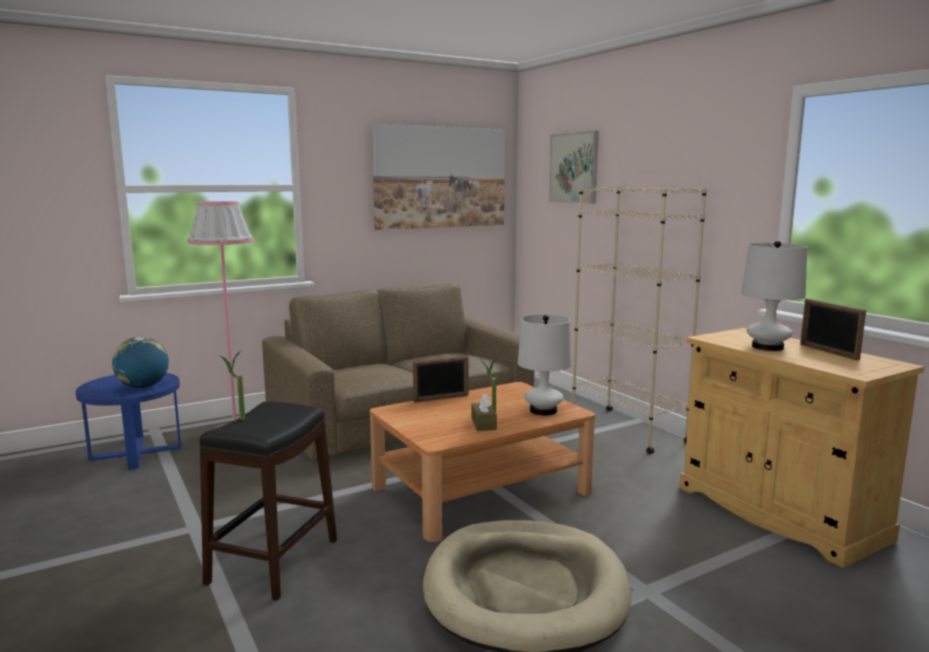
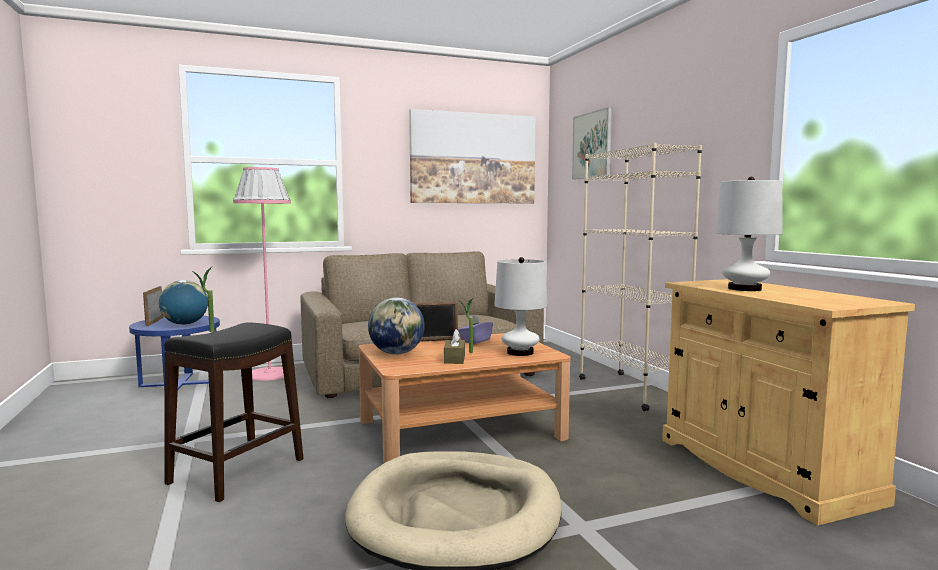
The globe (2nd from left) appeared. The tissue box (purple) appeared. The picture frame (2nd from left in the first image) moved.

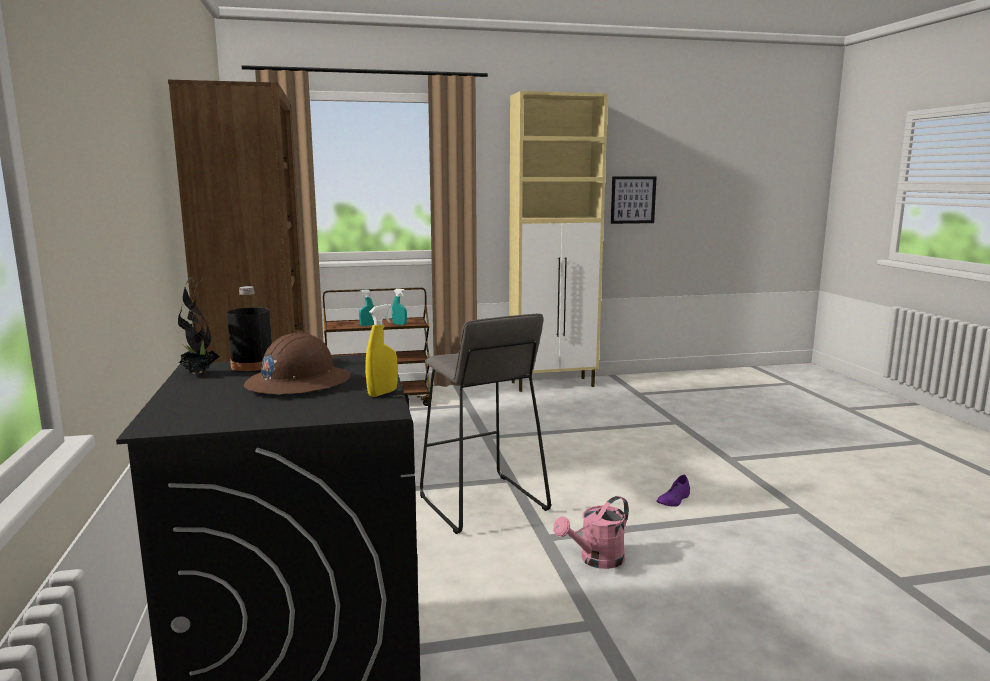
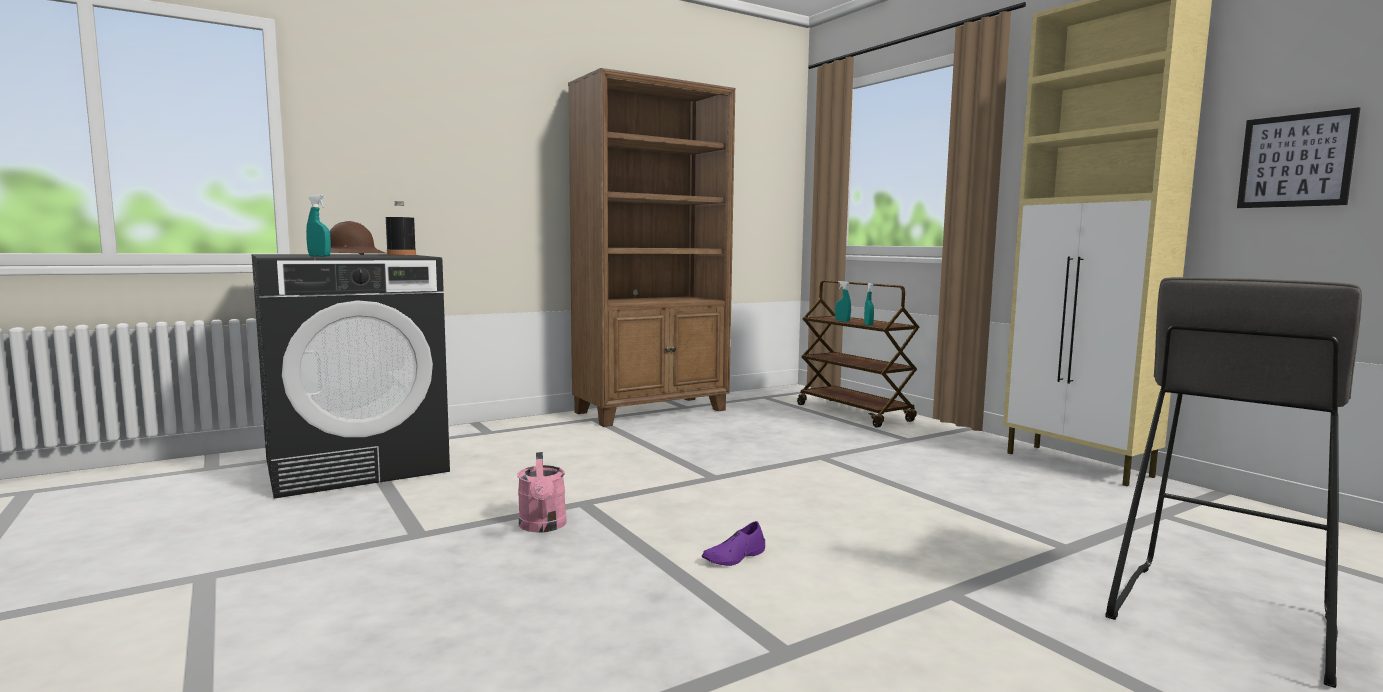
The potted plant disappeared. The stool (grey) moved. The spray bottle (yellow) became the spray bottle (turquoise) (1st from left). The watering can (pink) turned 135 degrees counterclockwise. The shoe (purple) turned 60 degrees counterclockwise.

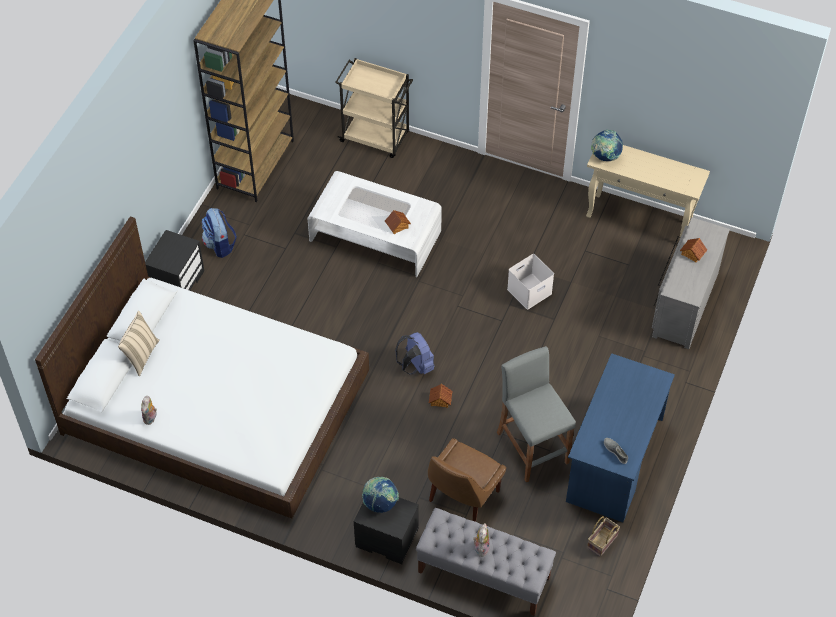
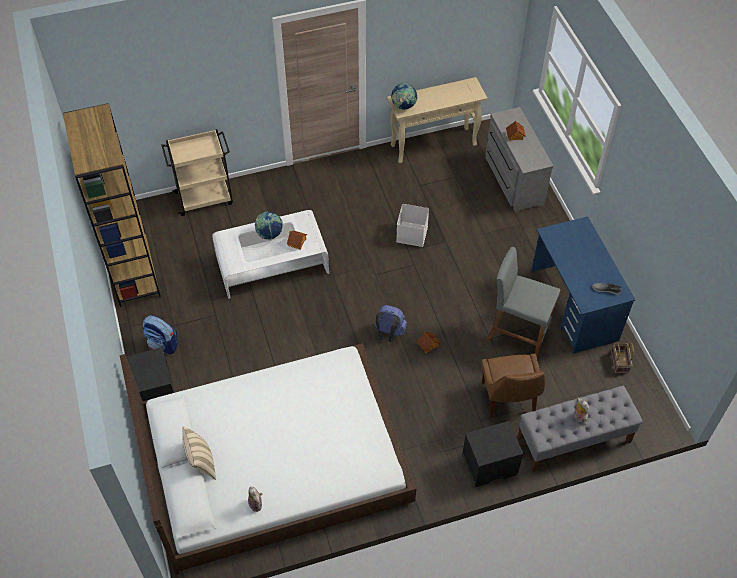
The globe (1st from left) moved.

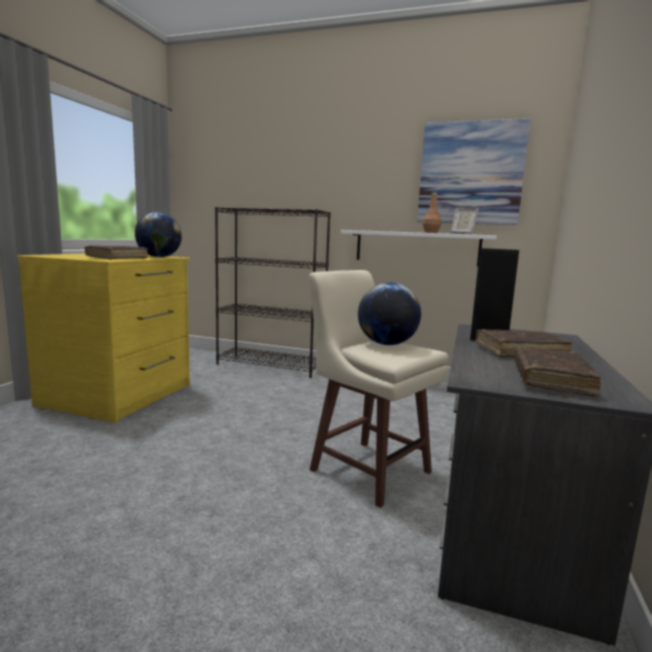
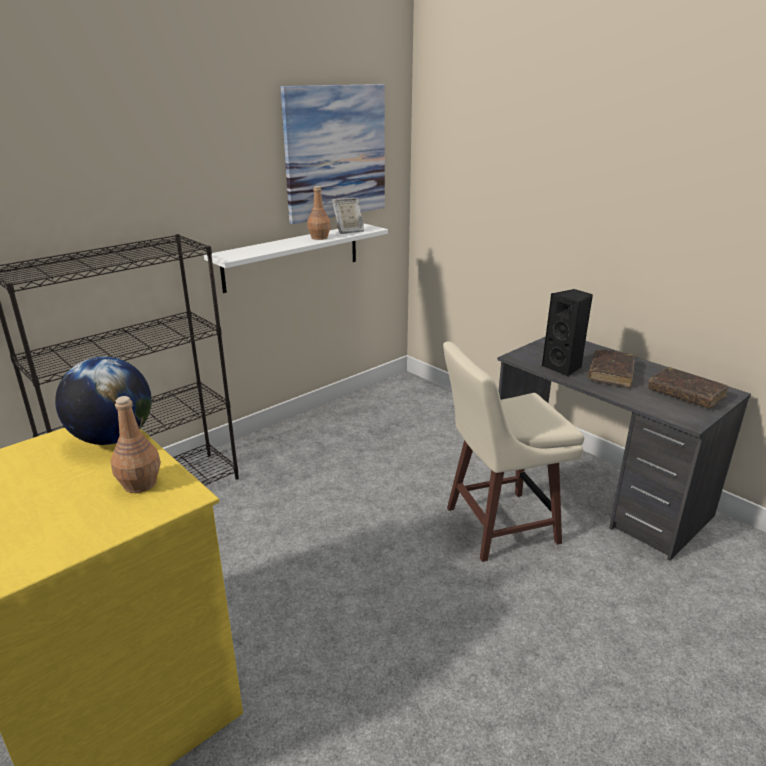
The globe (2nd from left) disappeared. The book (brown) (1st from left) was replaced by the bottle (brown) (1st from left).

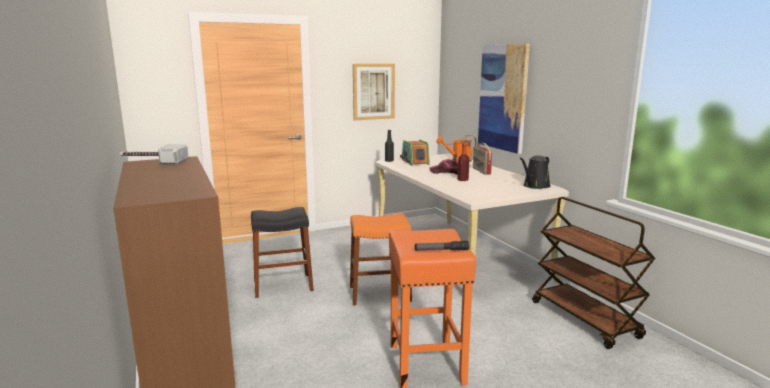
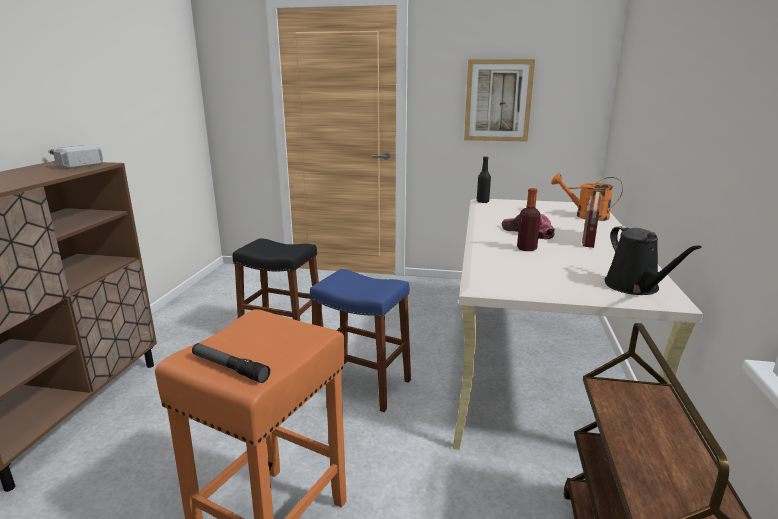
The radio (1st from left) disappeared. The picture (2nd from left) disappeared. The stool (orange) (1st from left) became the stool (blue). The watering can (black) turned 90 degrees counterclockwise.

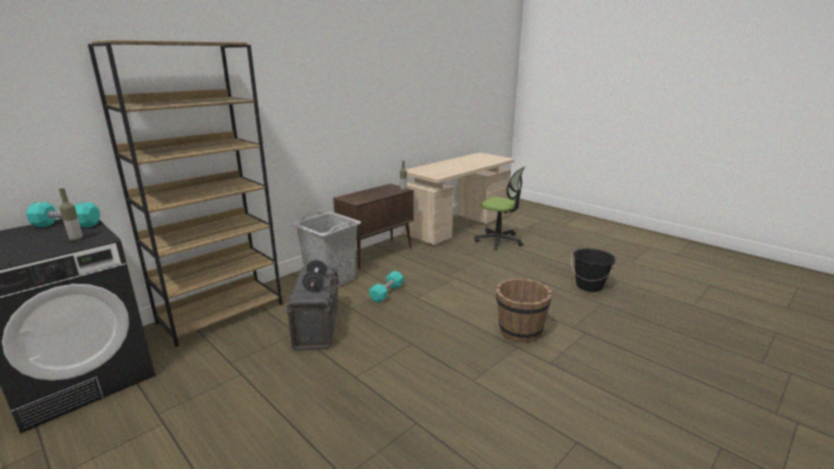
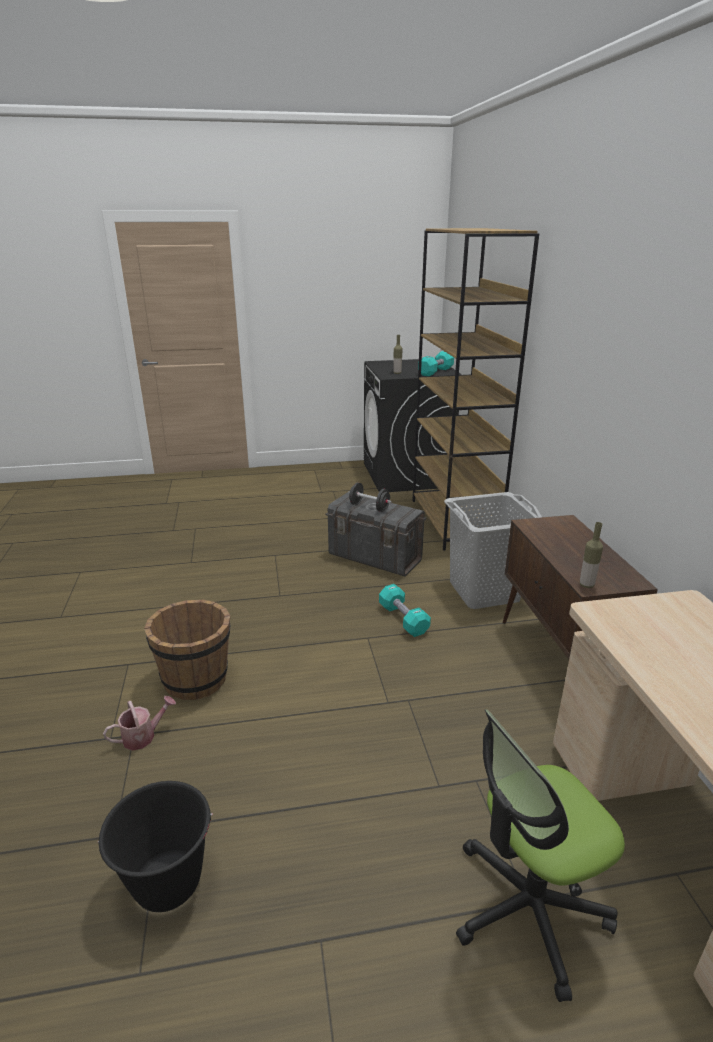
The watering can appeared.

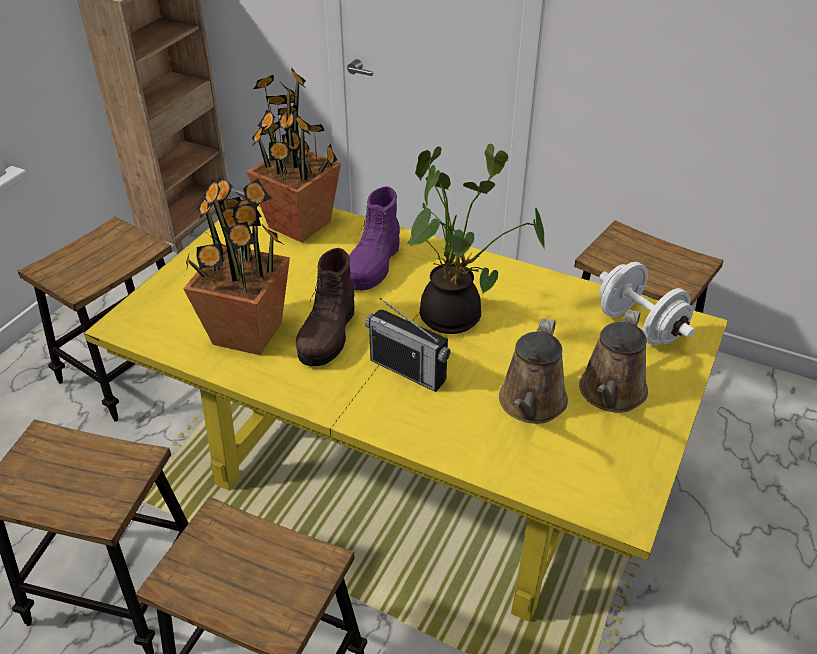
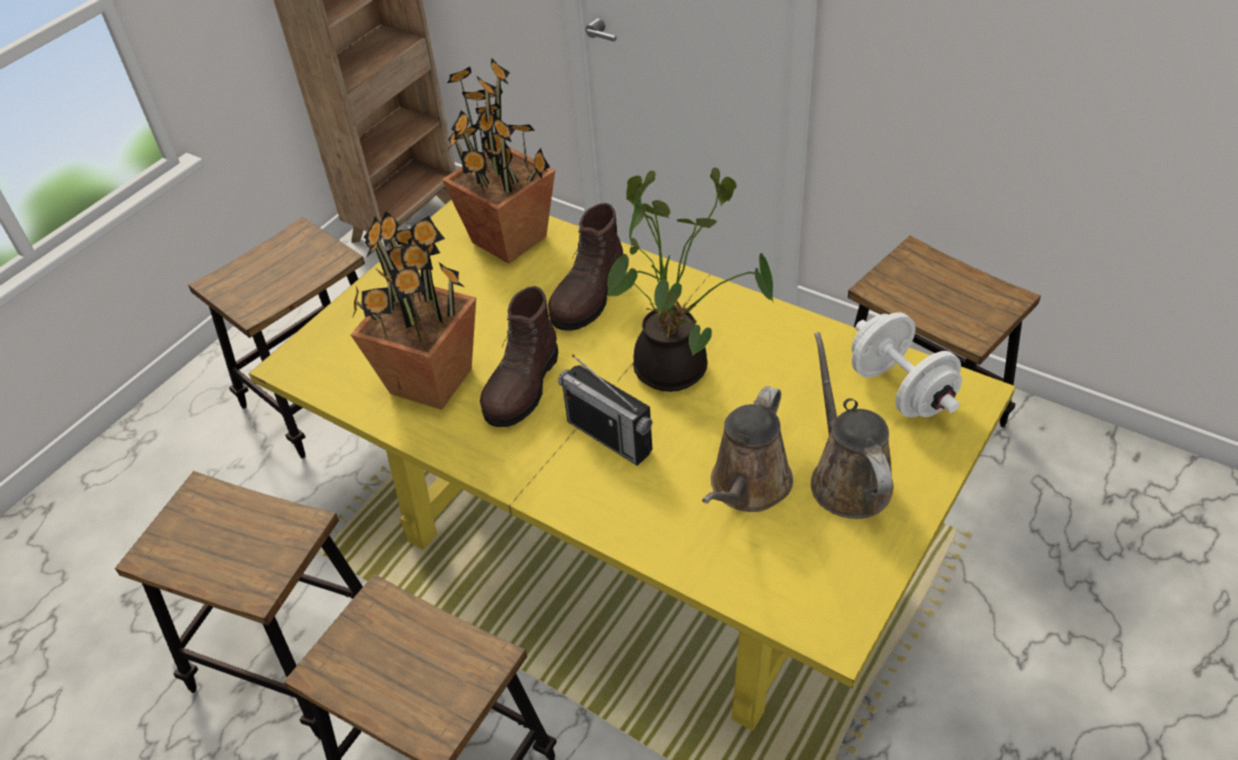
The boot (purple) became the boot (brown) (2nd from left). The watering can (brown) (2nd from left) turned 135 degrees clockwise.

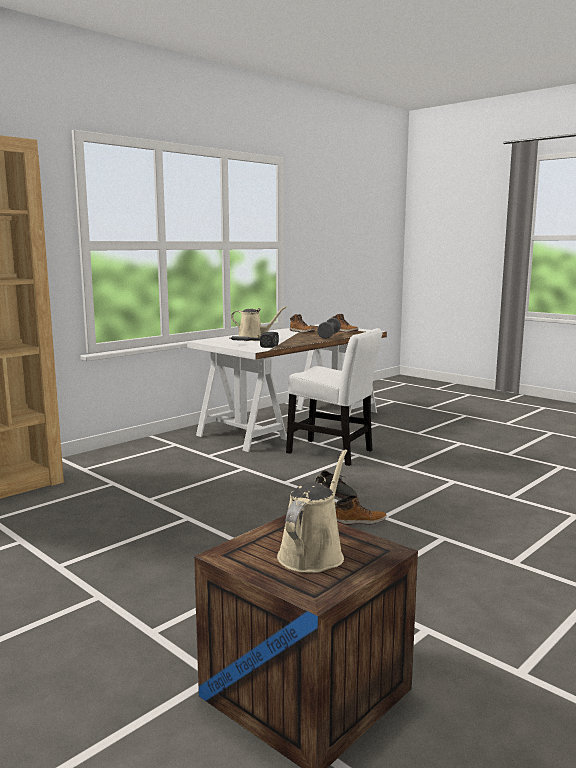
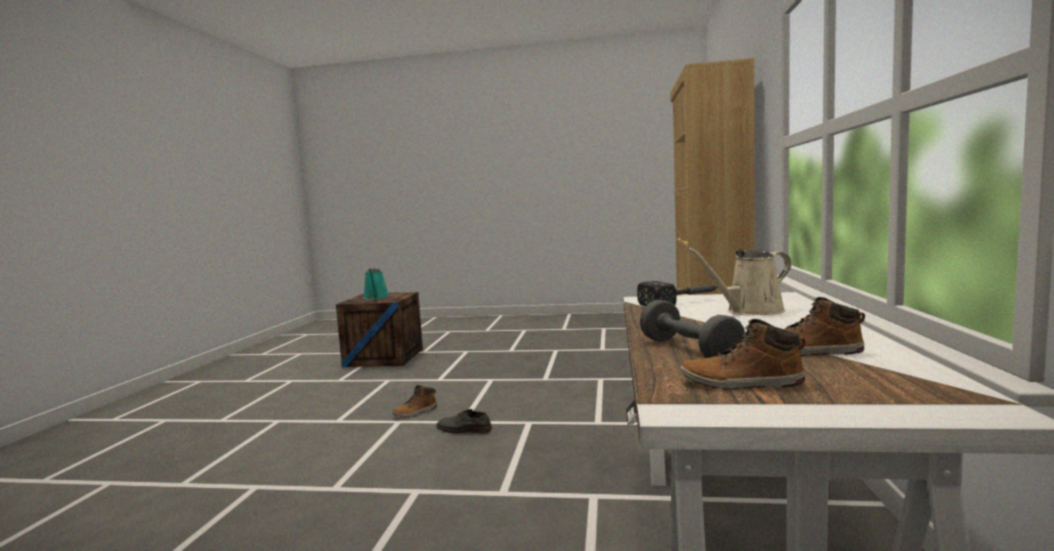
The chair (white) disappeared. The watering can (beige) (2nd from left) became the watering can (turquoise).

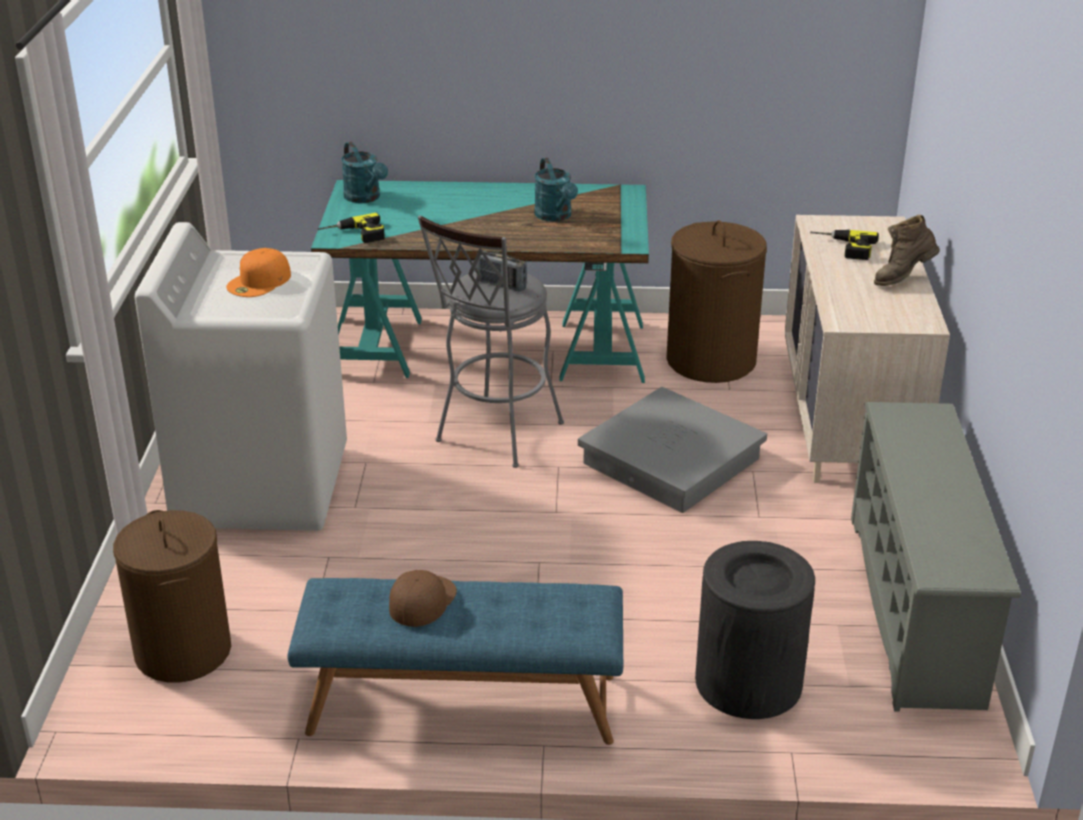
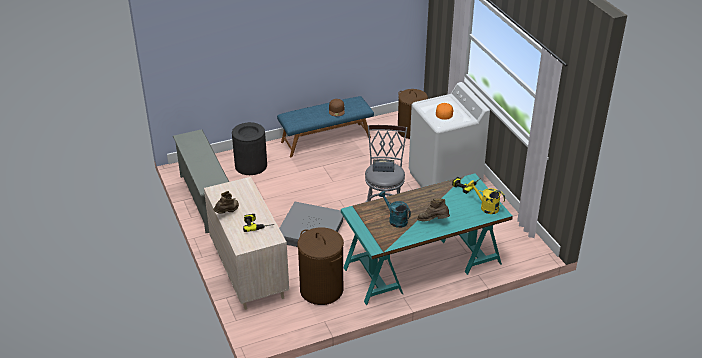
The boot (brown) (2nd from left) appeared. The watering can (turquoise) (1st from left) became the watering can (yellow).

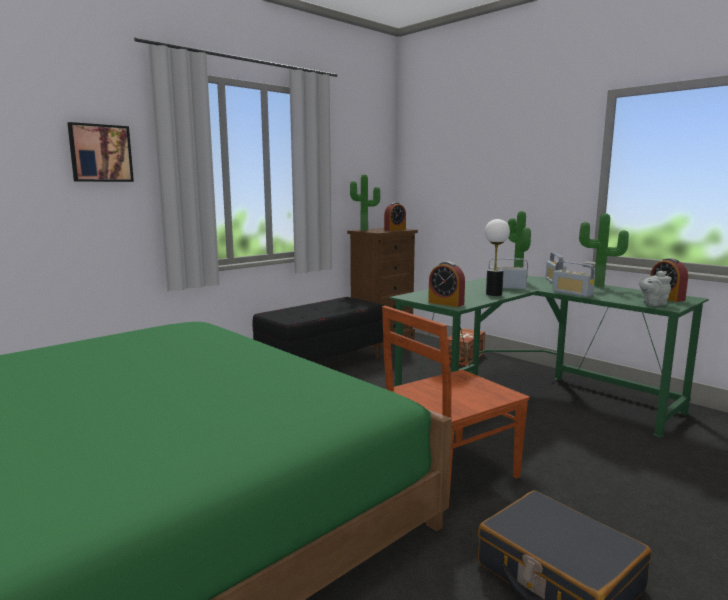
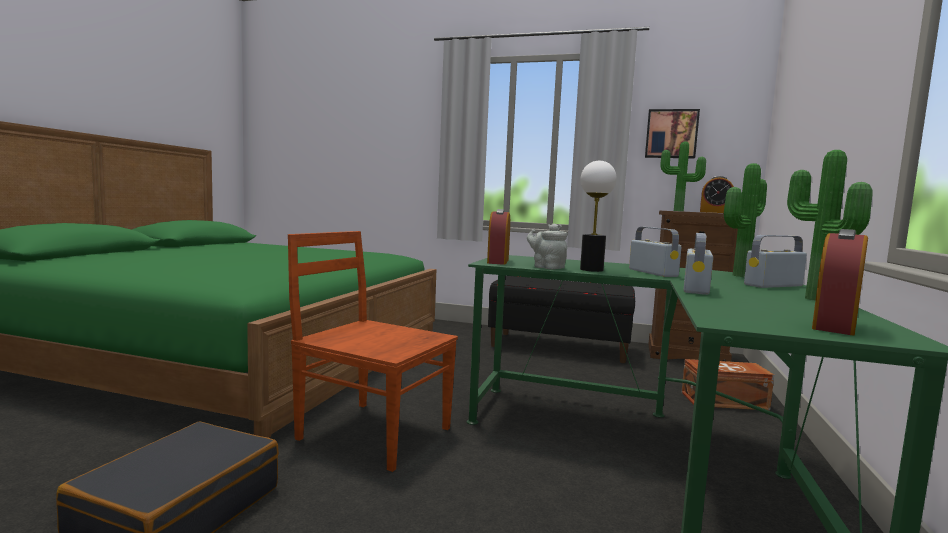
The picture moved. The teapot (grey) moved.

